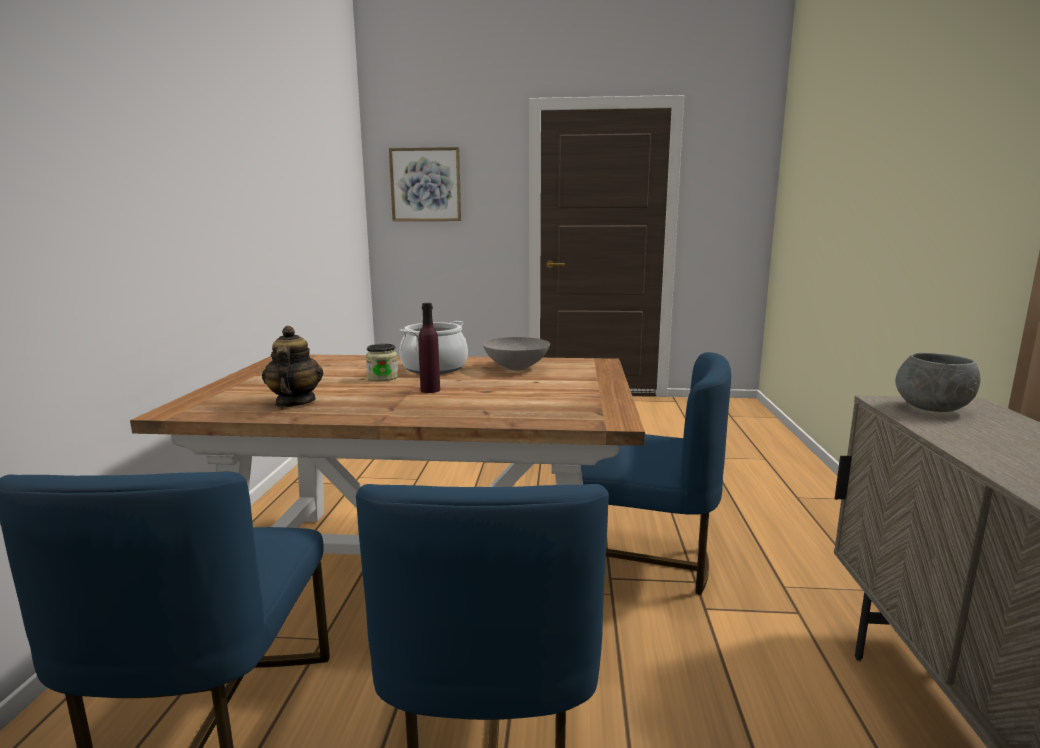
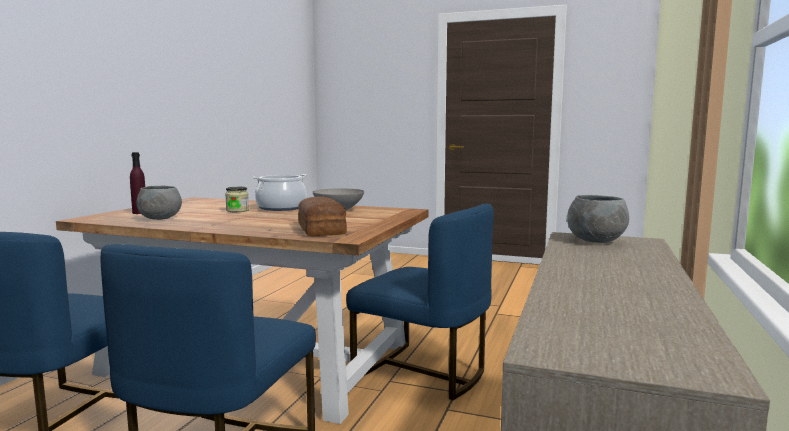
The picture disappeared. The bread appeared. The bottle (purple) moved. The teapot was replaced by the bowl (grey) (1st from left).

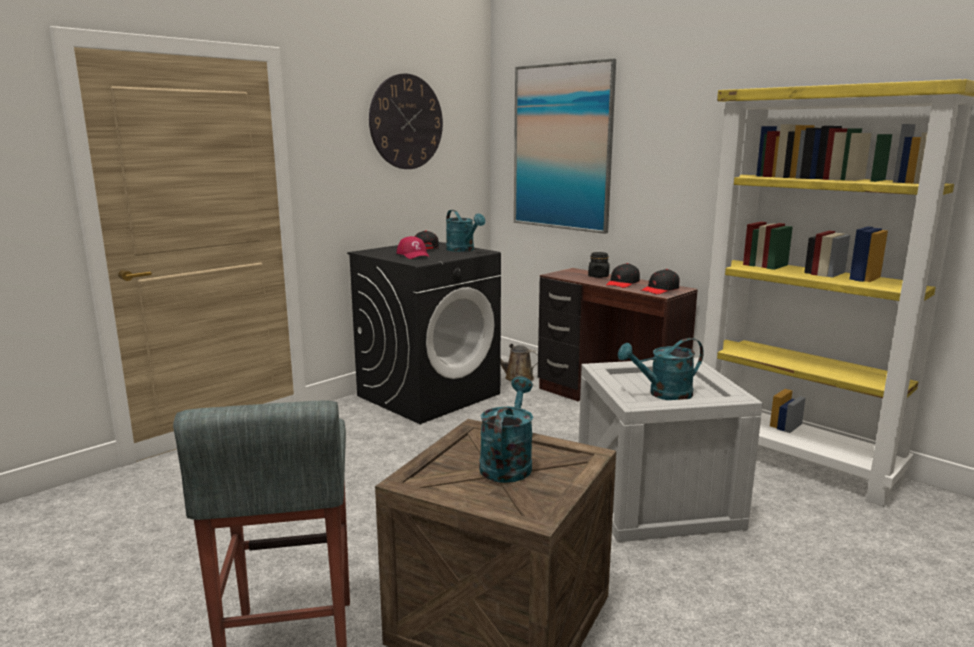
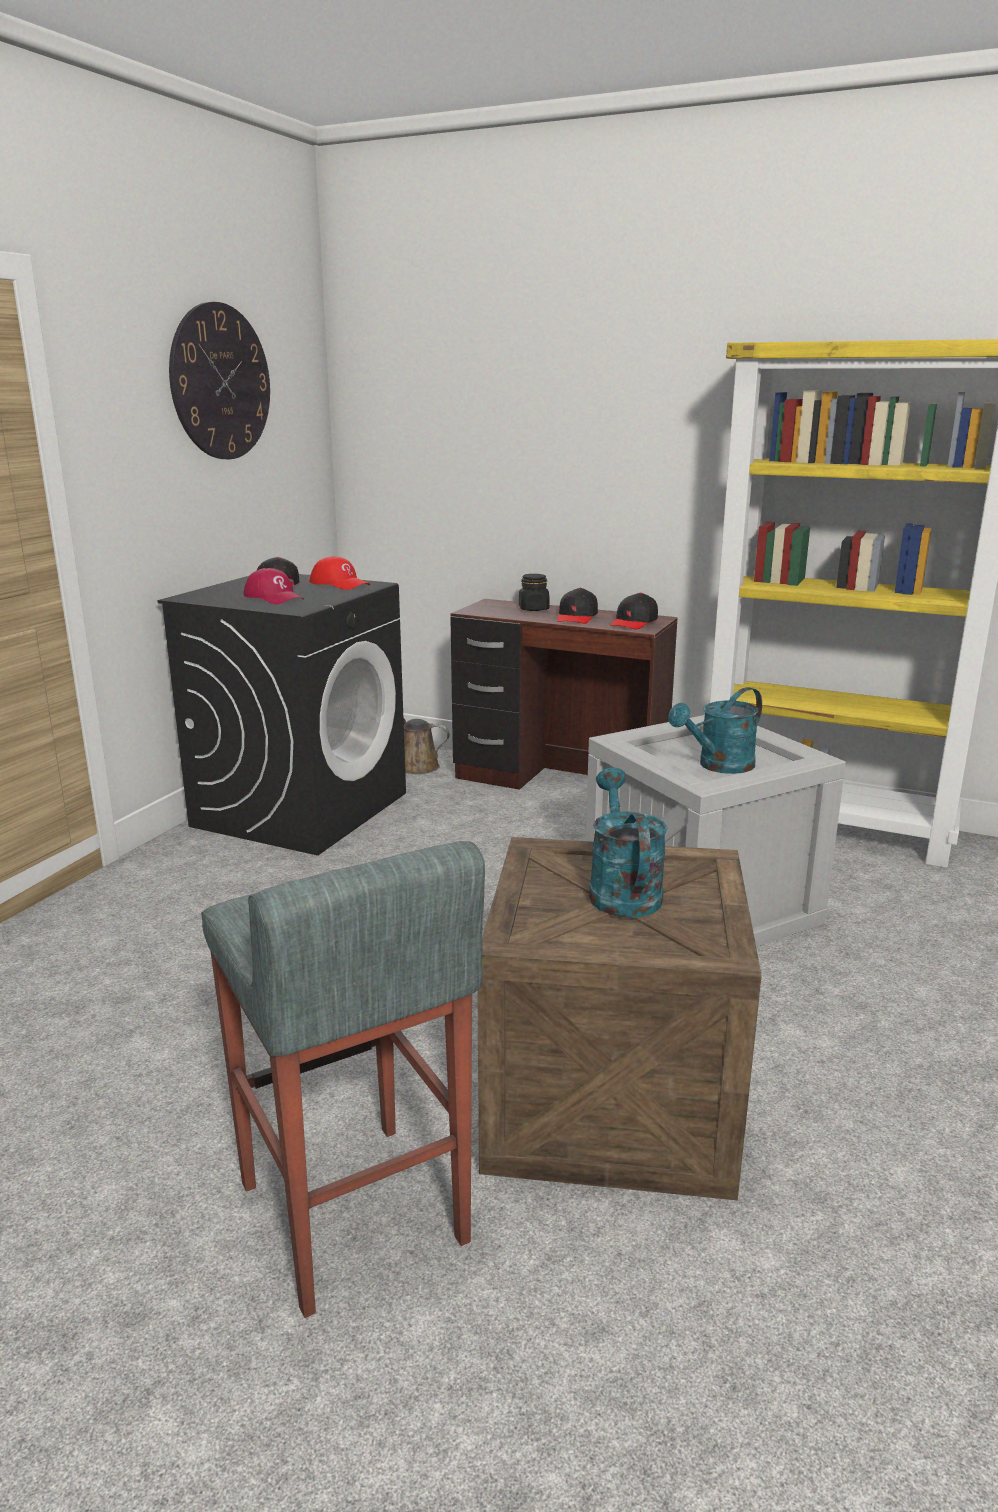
The picture disappeared. The watering can (turquoise) (1st from left) was replaced by the cap (red) (2nd from left).

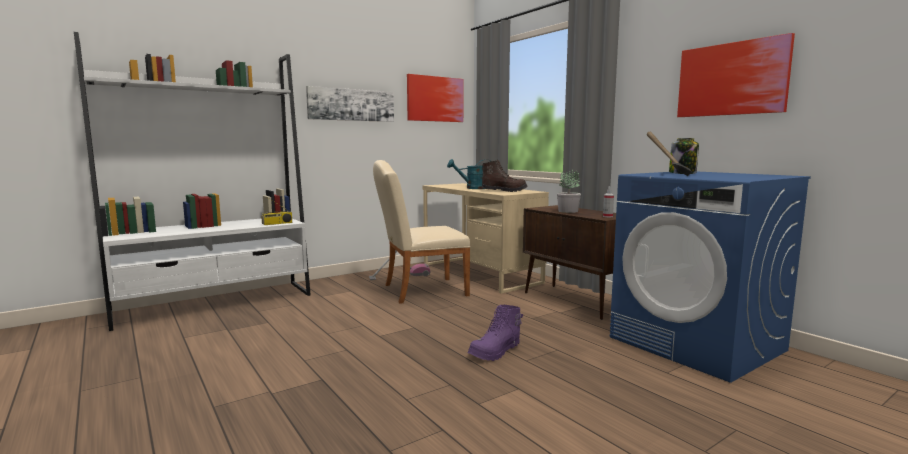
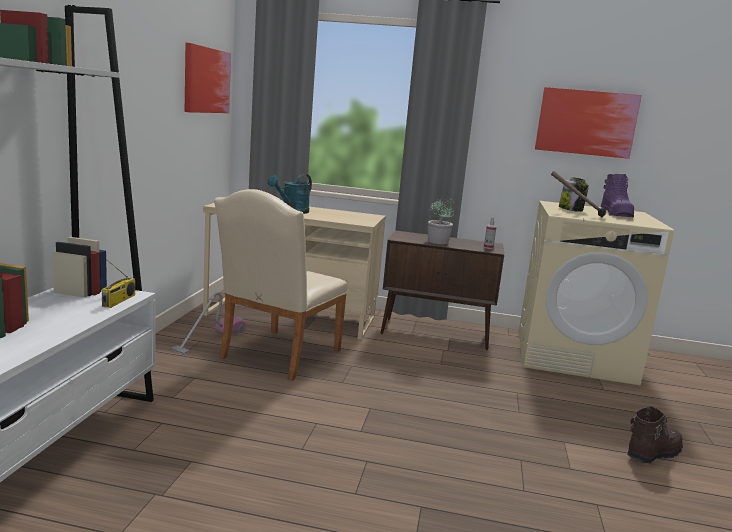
The picture (1st from left) disappeared. The boot (purple) moved. The boot (brown) moved. The washing machine (blue) became the washing machine (beige).

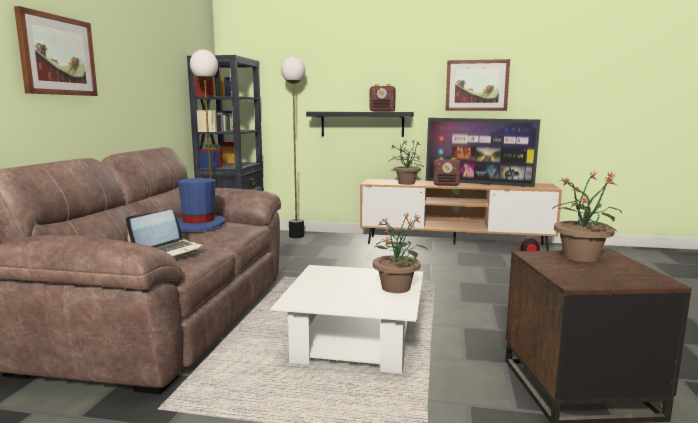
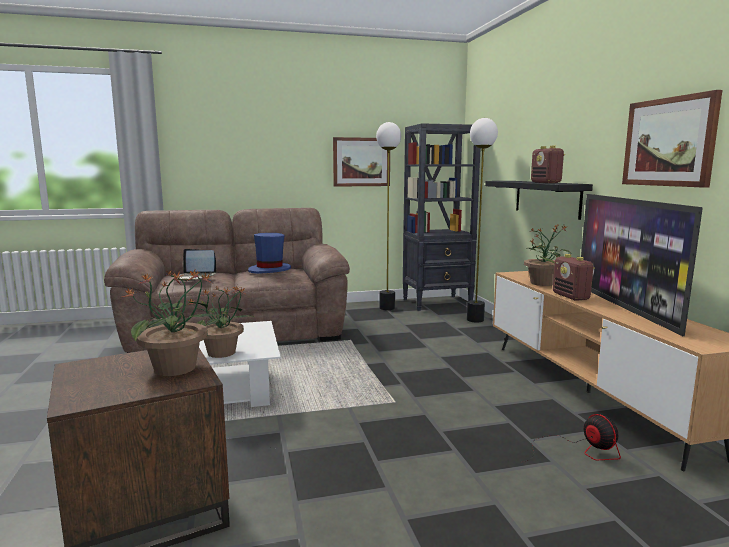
The picture (1st from left) moved.

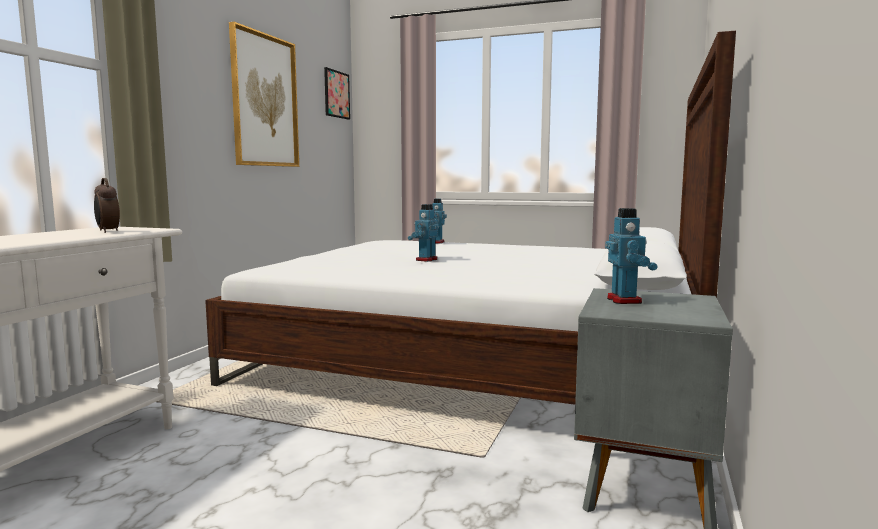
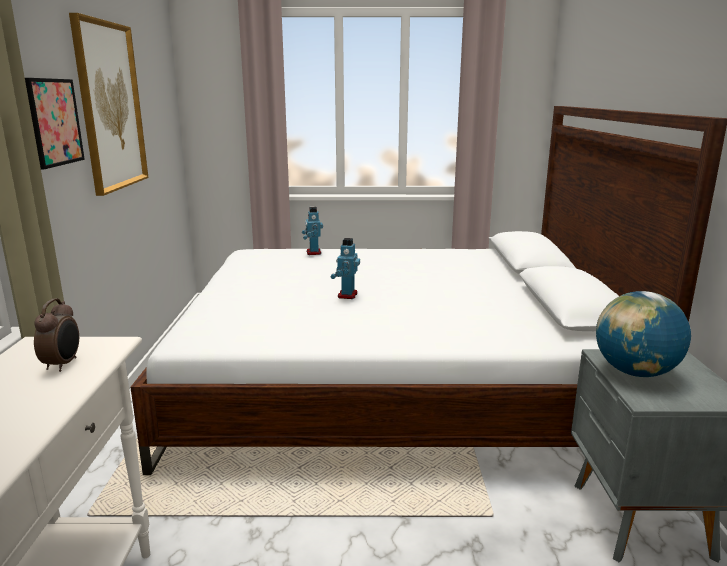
The picture (2nd from left in the first image) moved. The toy robot (3rd from left) was replaced by the globe. The alarm clock turned 120 degrees counterclockwise.

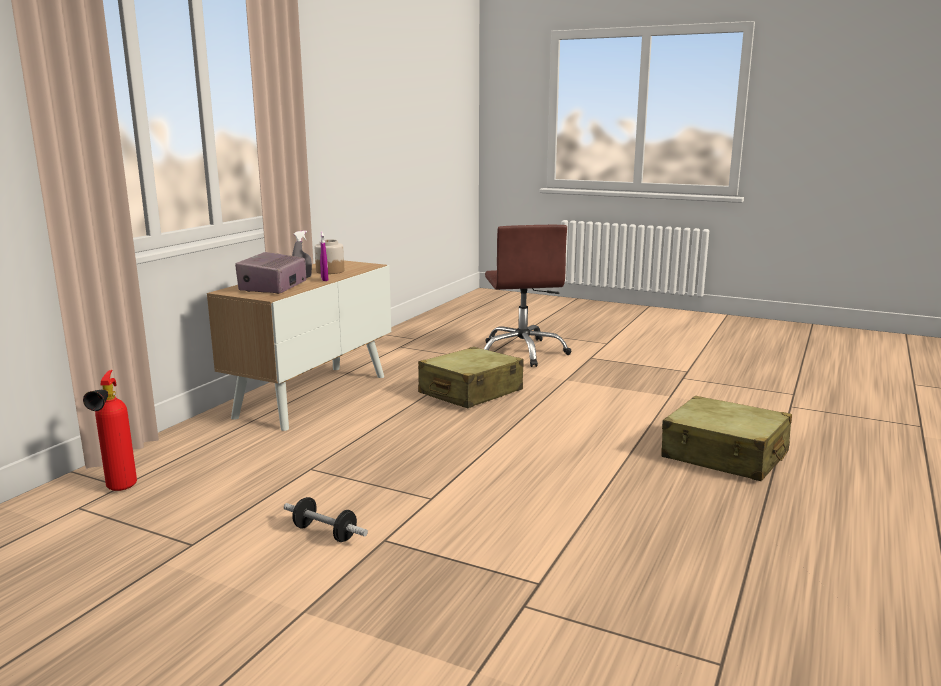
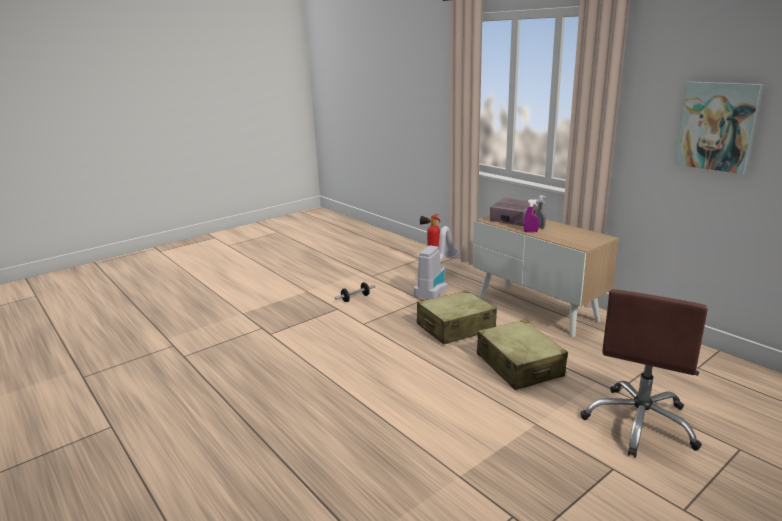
The jar disappeared. The vacuum cleaner appeared. The picture appeared. The suitcase (beige) (2nd from left in the first image) moved. The office chair (brown) turned 75 degrees counterclockwise.

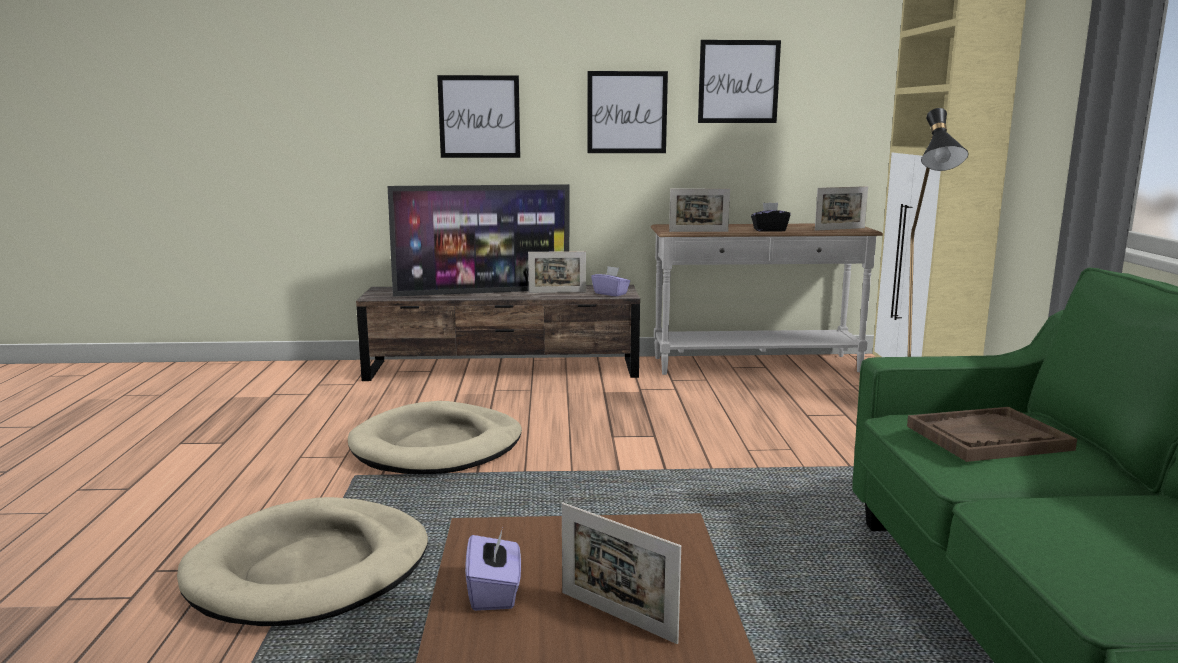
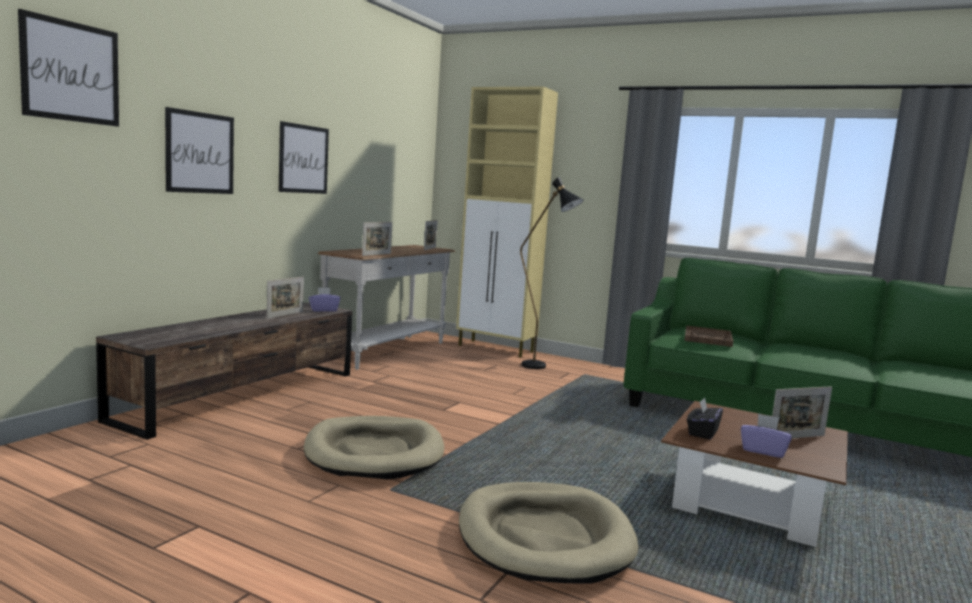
The television disappeared. The picture (3rd from left in the first image) moved. The tissue box (black) moved.

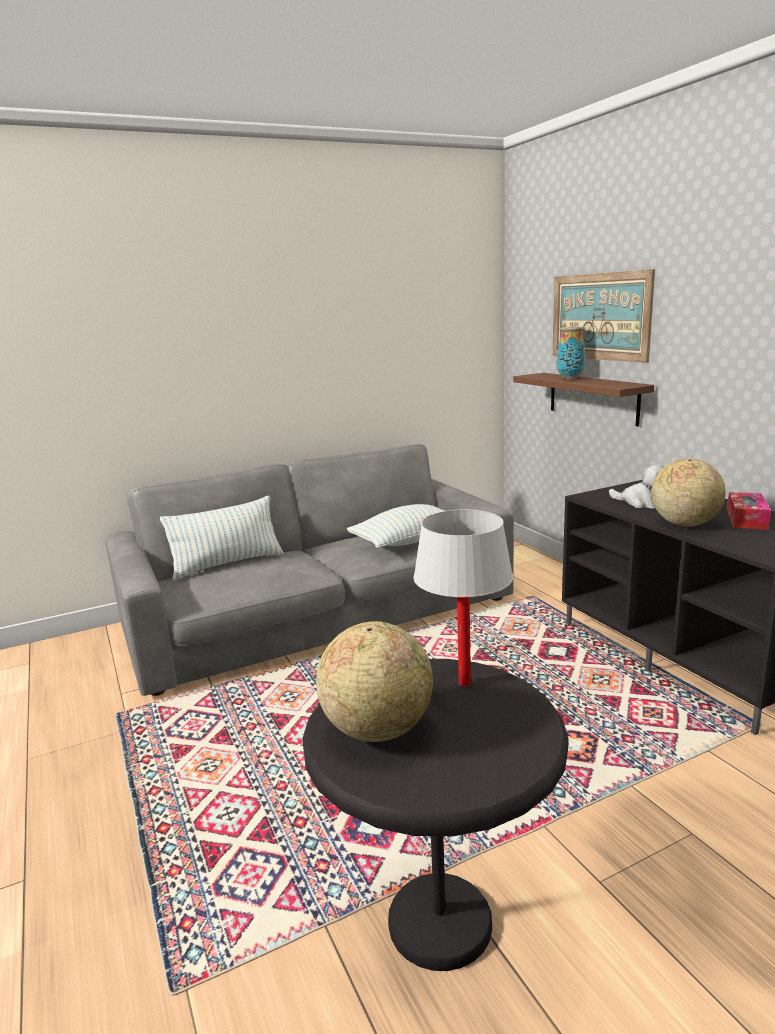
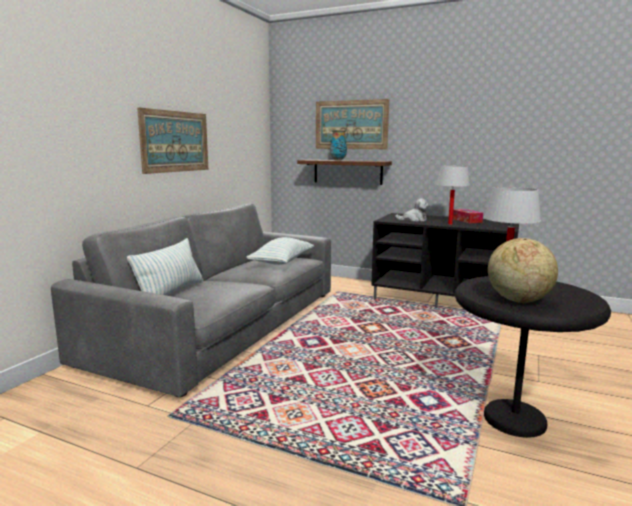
The picture (1st from left) appeared. The globe (2nd from left) was replaced by the table lamp (white) (1st from left).

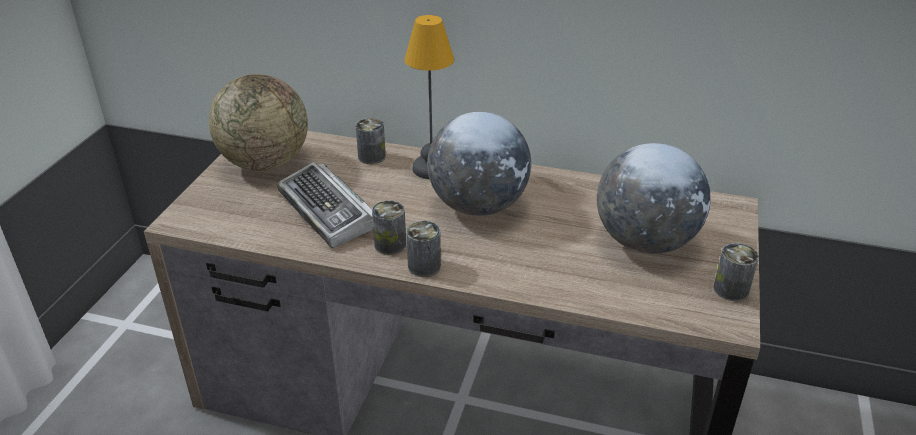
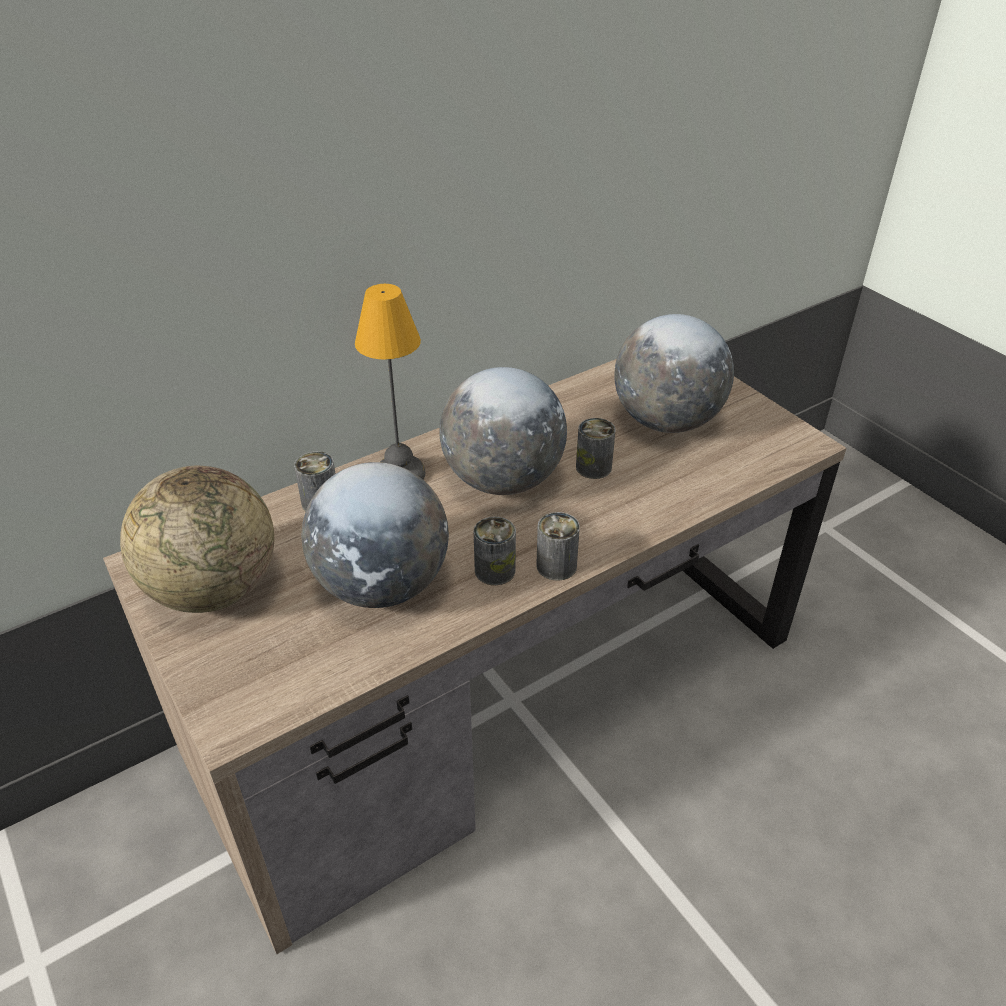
The can (4th from left) moved. The keyboard was replaced by the globe (2nd from left).

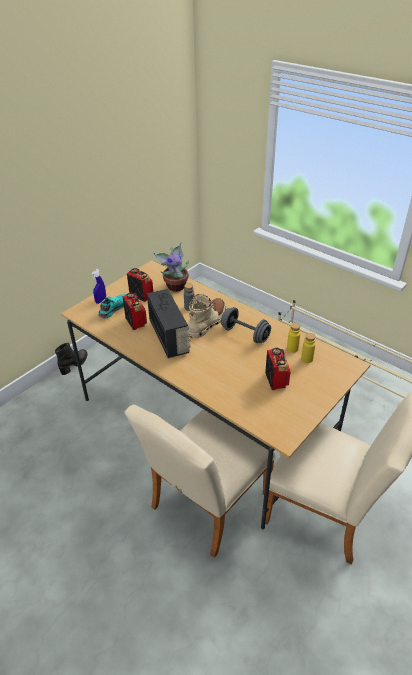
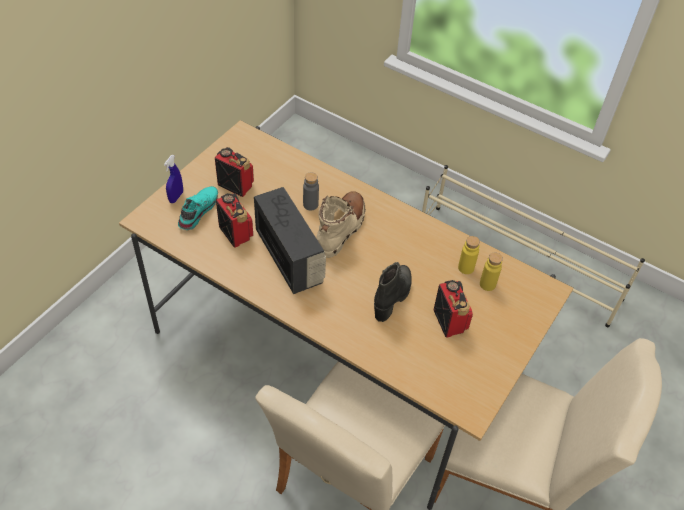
The potted plant disappeared. The dumbbell (grey) disappeared. The boot (black) moved.

